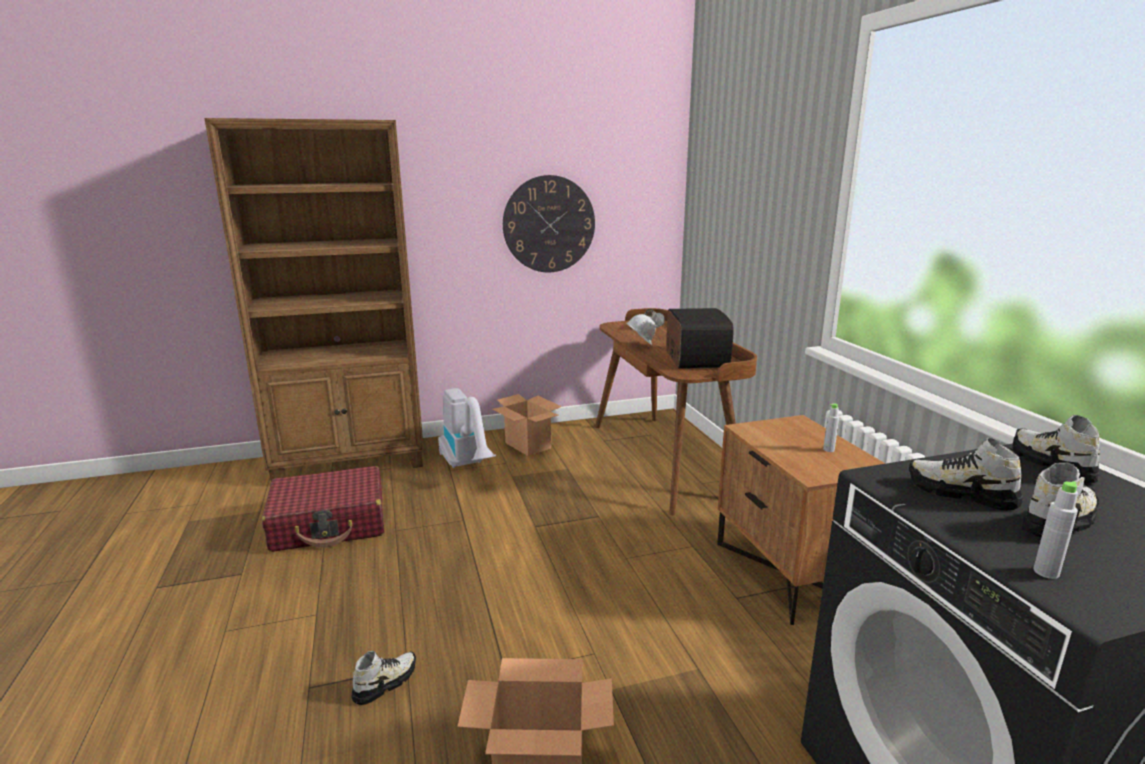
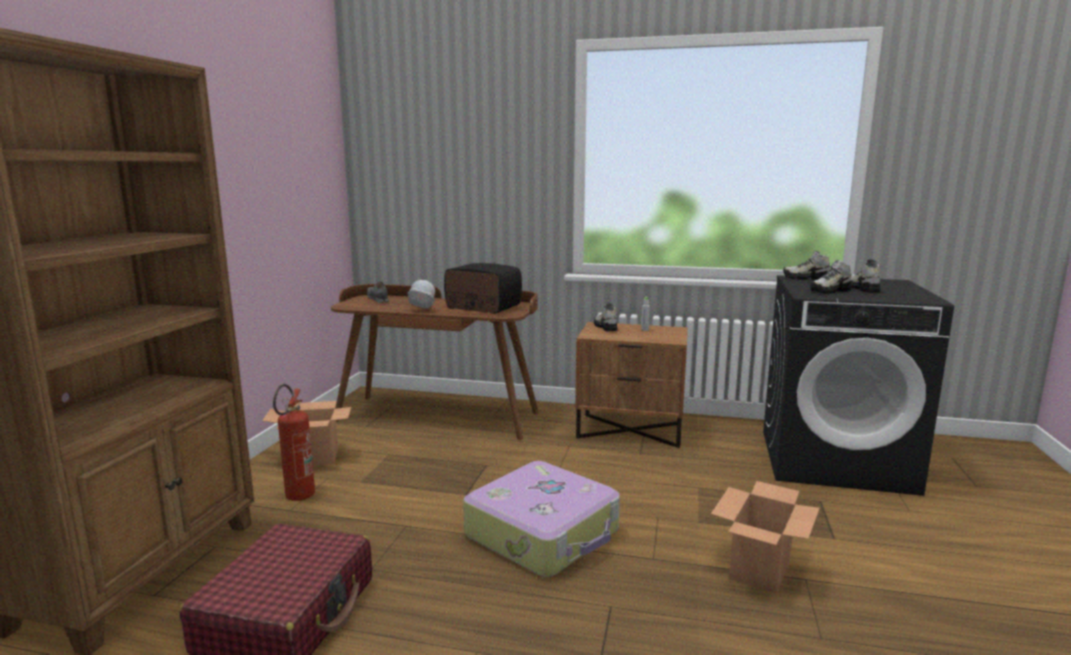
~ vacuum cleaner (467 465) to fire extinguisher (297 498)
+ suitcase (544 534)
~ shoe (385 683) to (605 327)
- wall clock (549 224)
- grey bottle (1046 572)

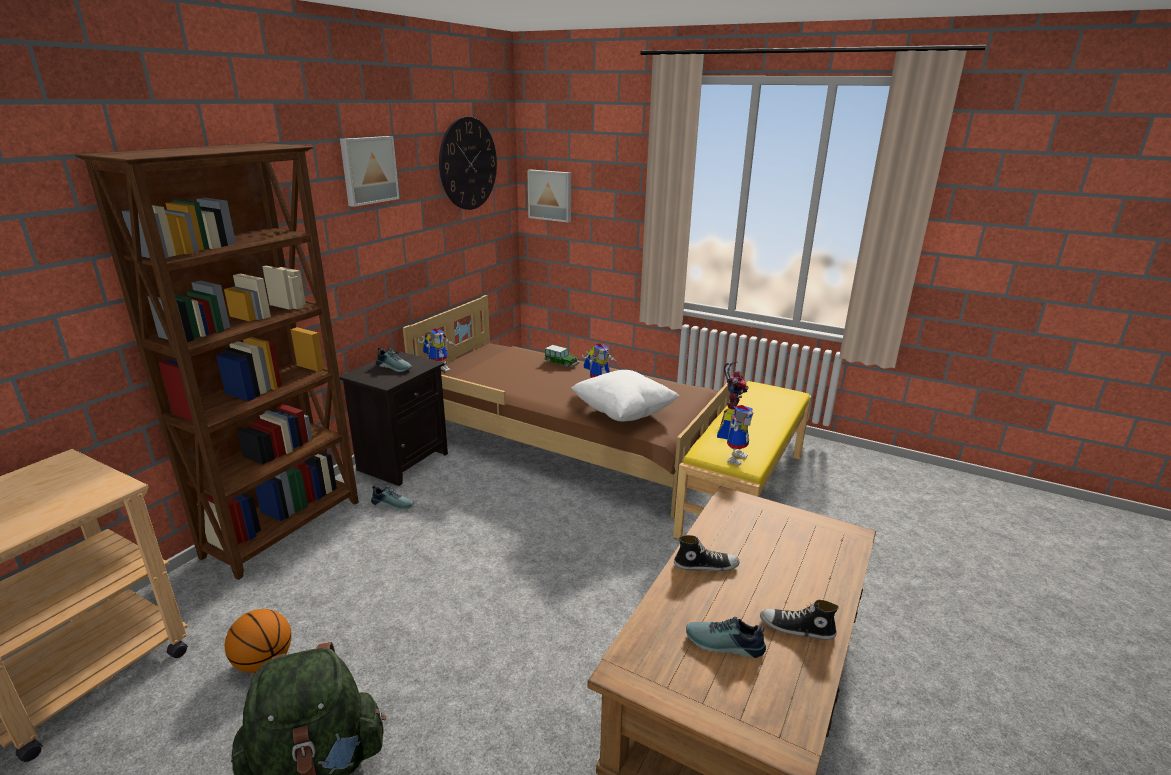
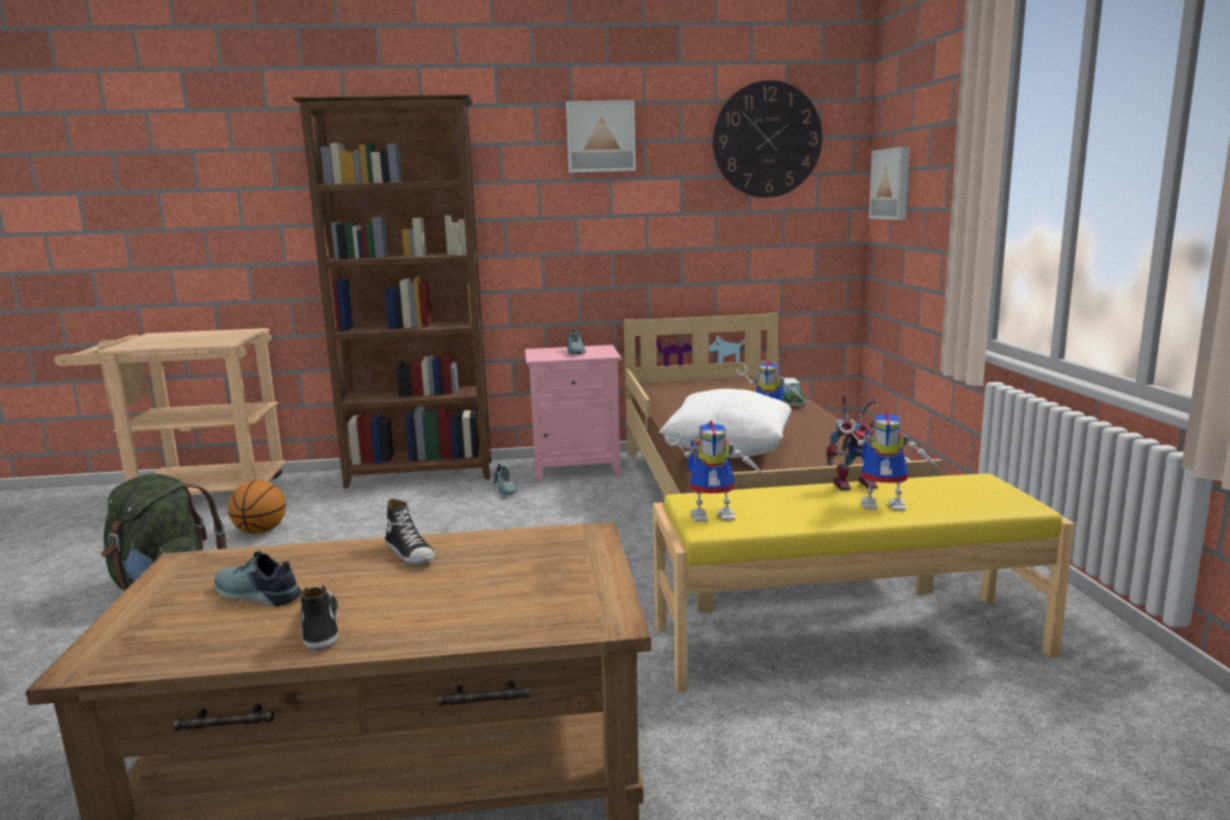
~ shoe (724 645) = (256 595) 45 degrees counterclockwise
~ black nightstand (403 461) to pink nightstand (577 467)
~ toy robot (440 369) to (886 504)

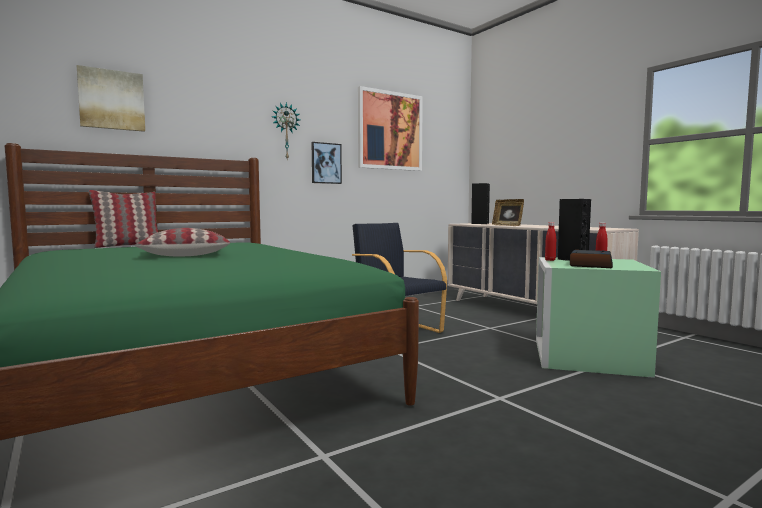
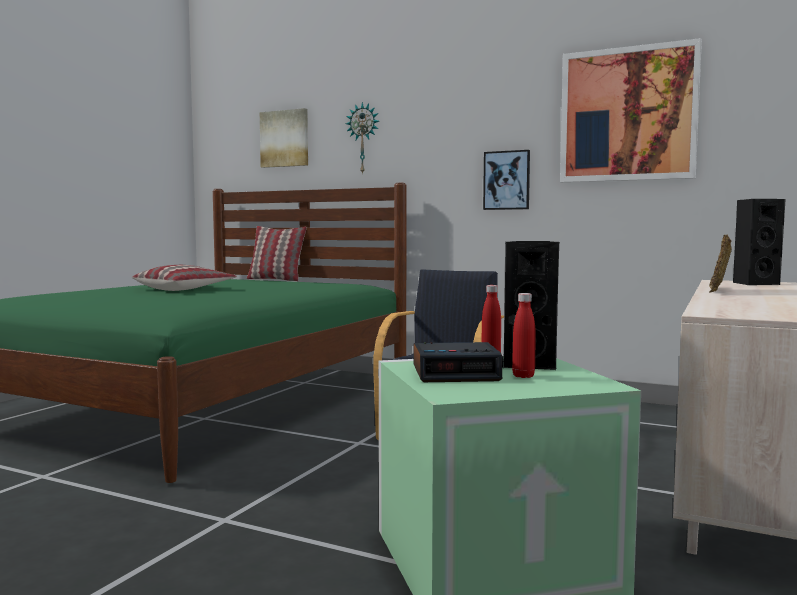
~ wall clock (285 131) to (363 138)

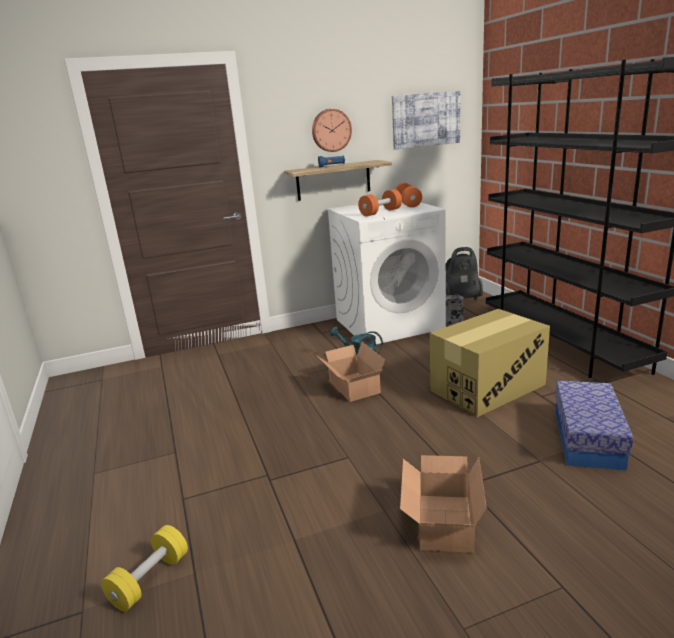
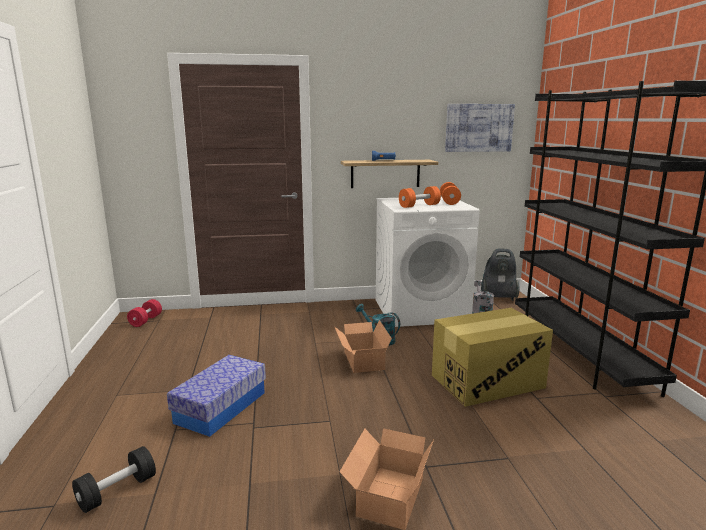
~ yellow dumbbell (150 580) to black dumbbell (117 491)
+ red dumbbell (146 321)
~ storage box (587 438) to (221 407)
- wall clock (331 130)

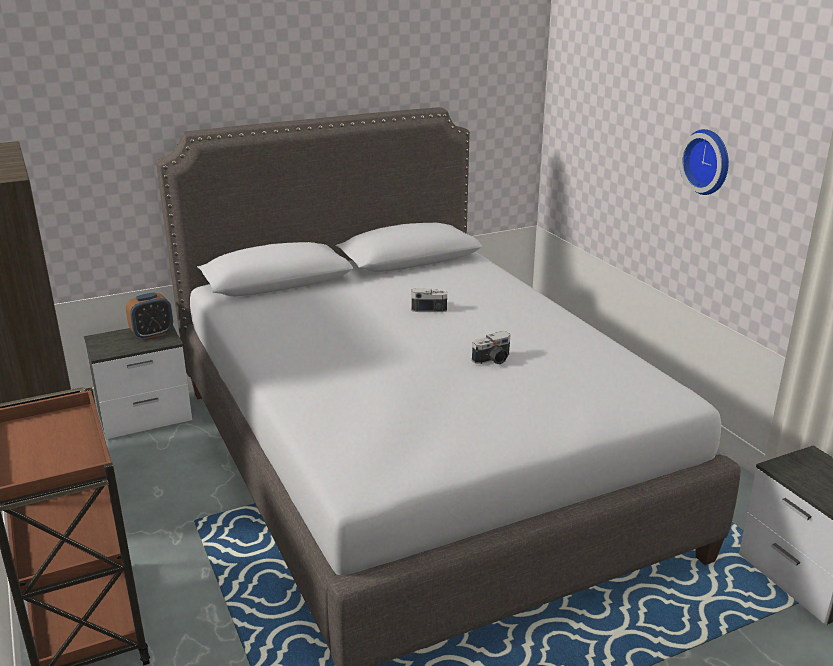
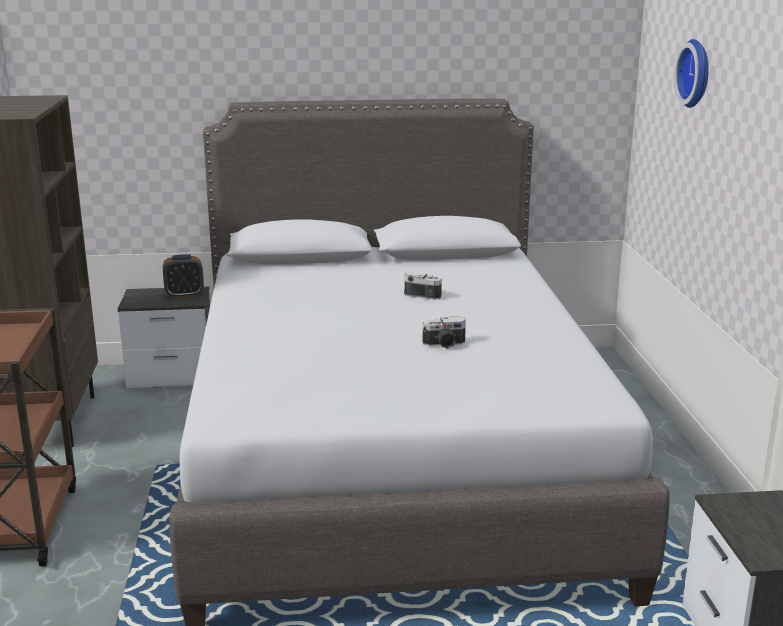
~ wall clock (708 161) to (697 73)

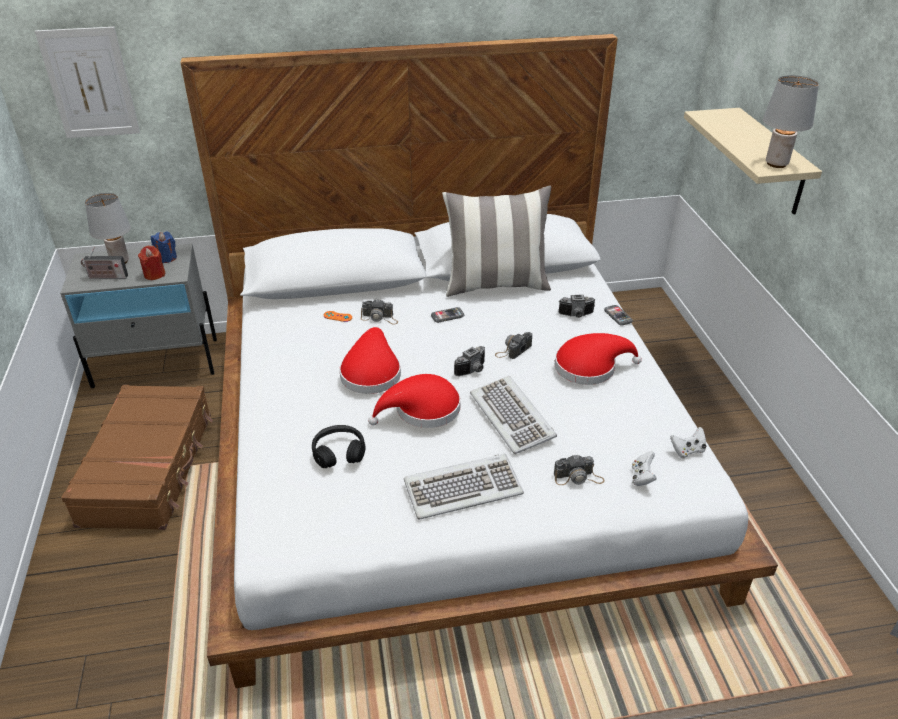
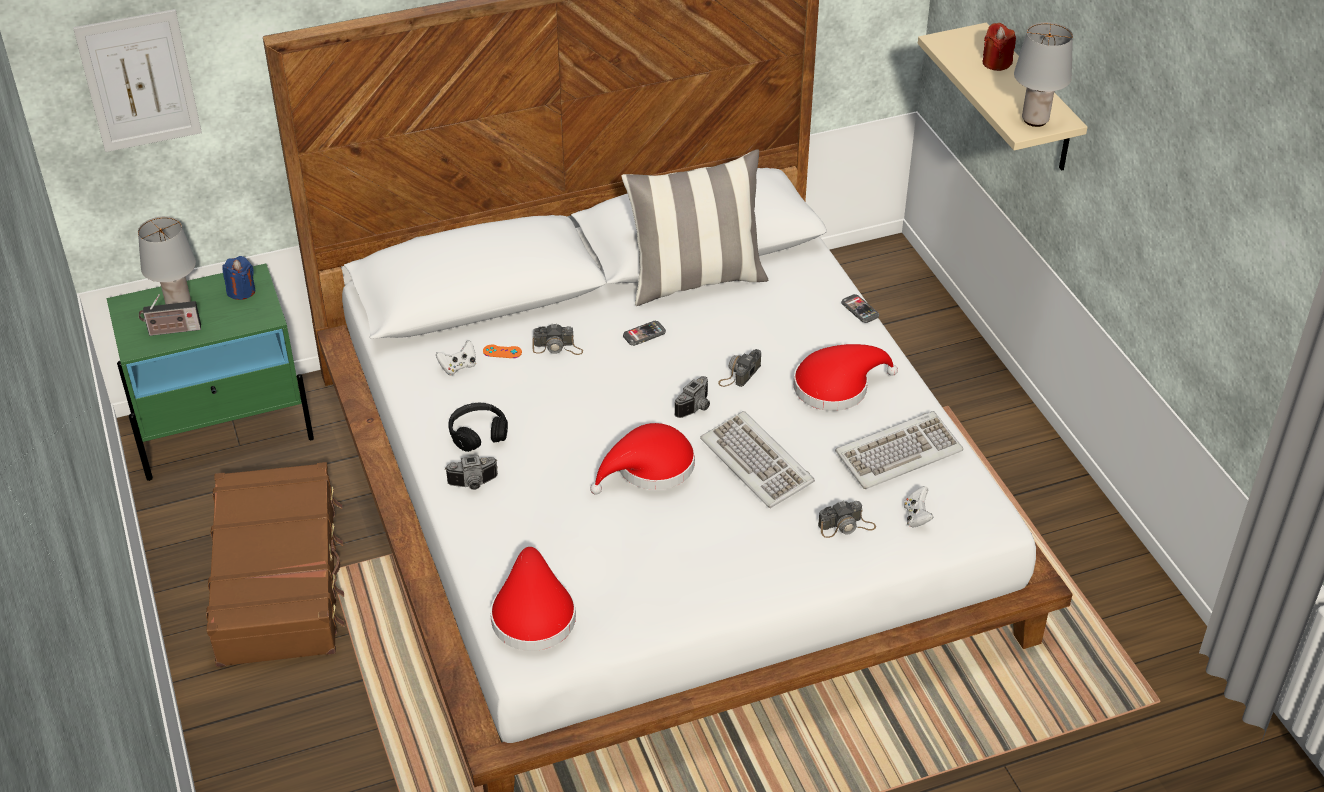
~ grey nightstand (157 362) to green nightstand (225 432)
~ white game controller (687 450) to (458 367)
~ photo camera (576 315) to (473 484)
~ black headphones (339 452) to (478 433)
~ red hat (371 372) to (532 613)
~ keyboard (463 488) to (898 453)
~ red candle (154 274) to (996 63)

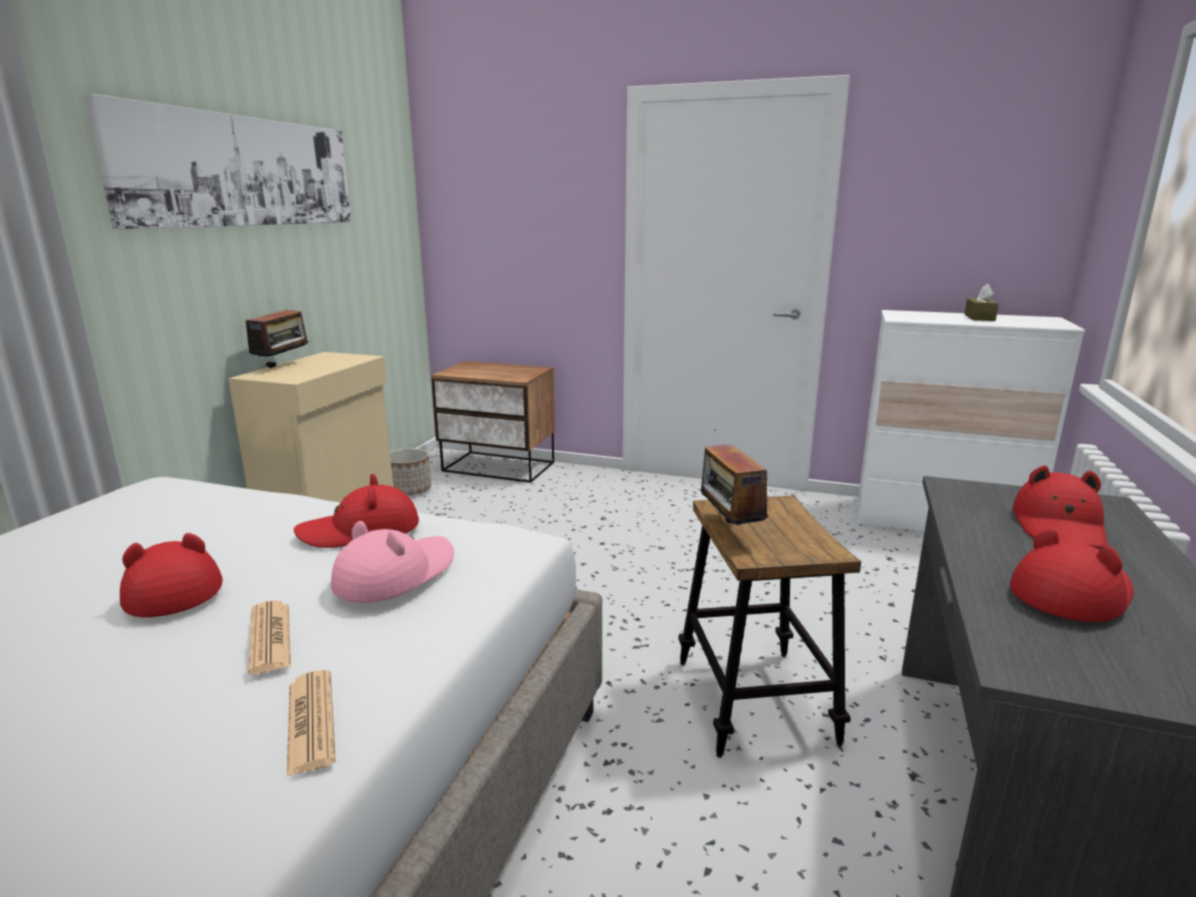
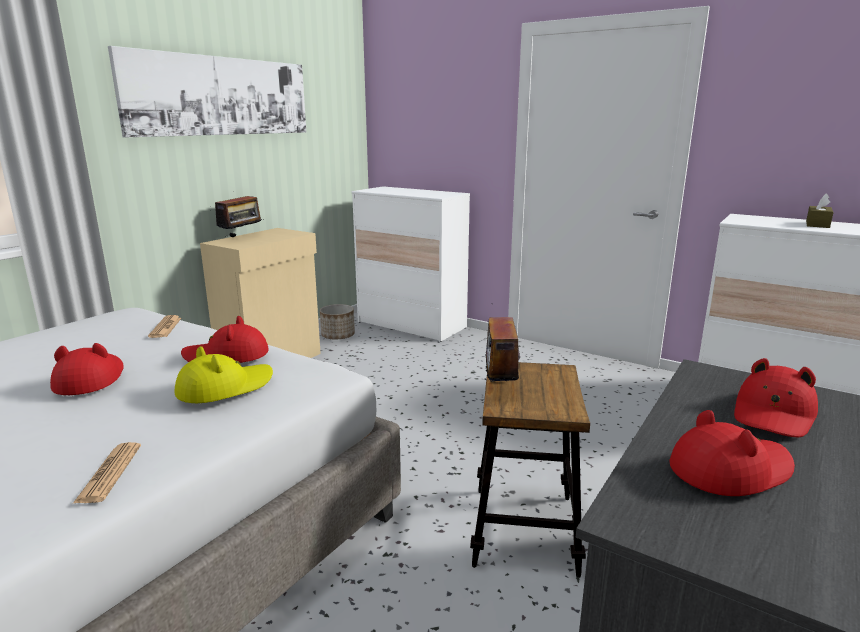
~ newspaper (270 637) to (165 327)
~ pink hat (395 574) to yellow hat (225 387)
~ nightstand (499 467) to white dresser (411 325)

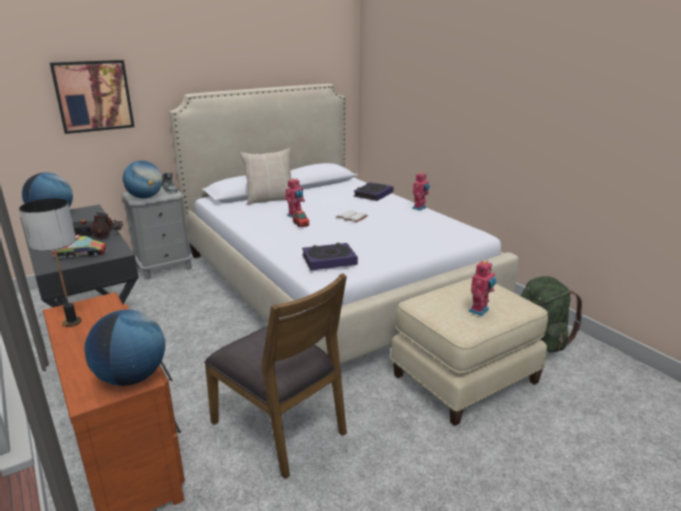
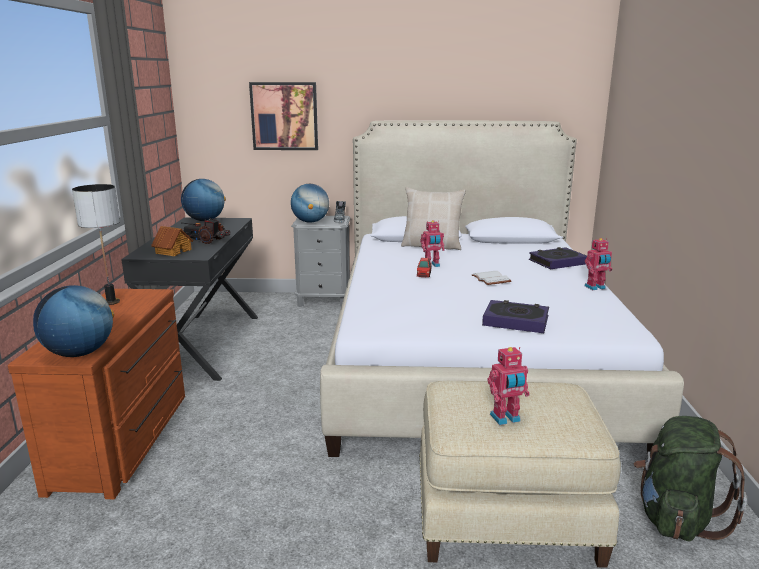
~ toy truck (80 254) to toy house (173 251)
~ book (329 260) to (515 321)
- brown chair (280 426)

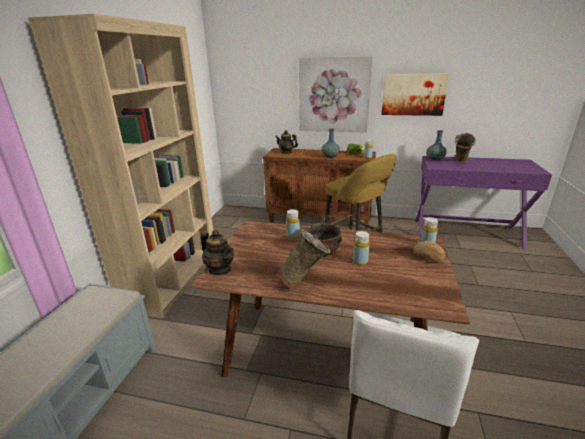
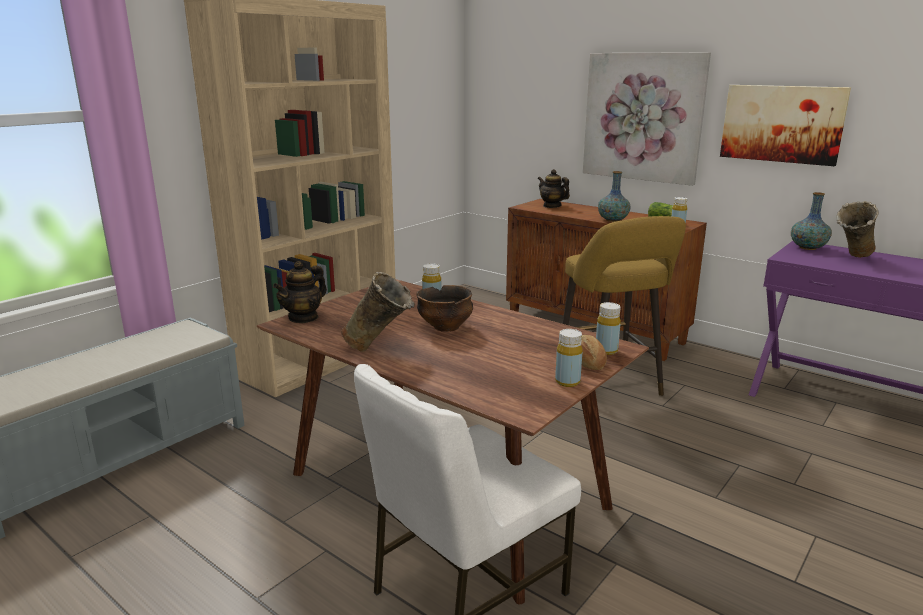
~ teapot (220 269) = (303 318) 60 degrees clockwise
~ yellow bottle (360 261) to (567 382)

